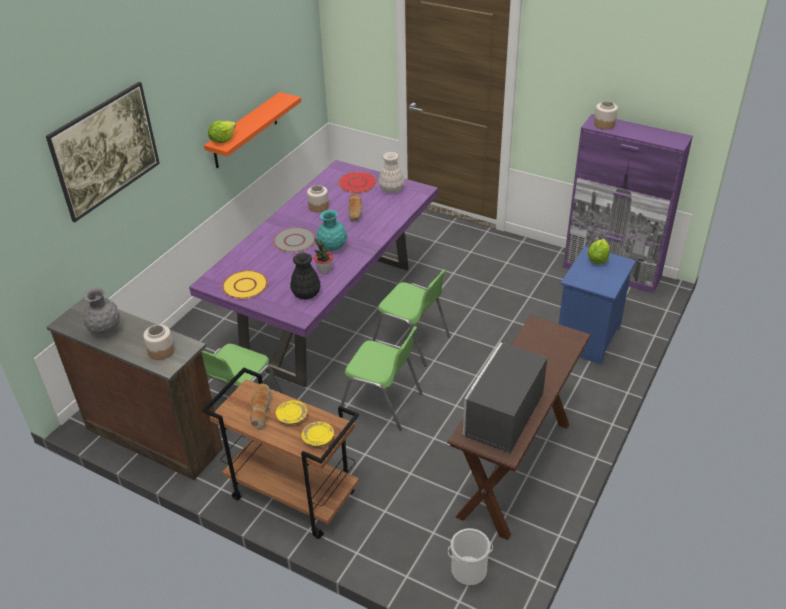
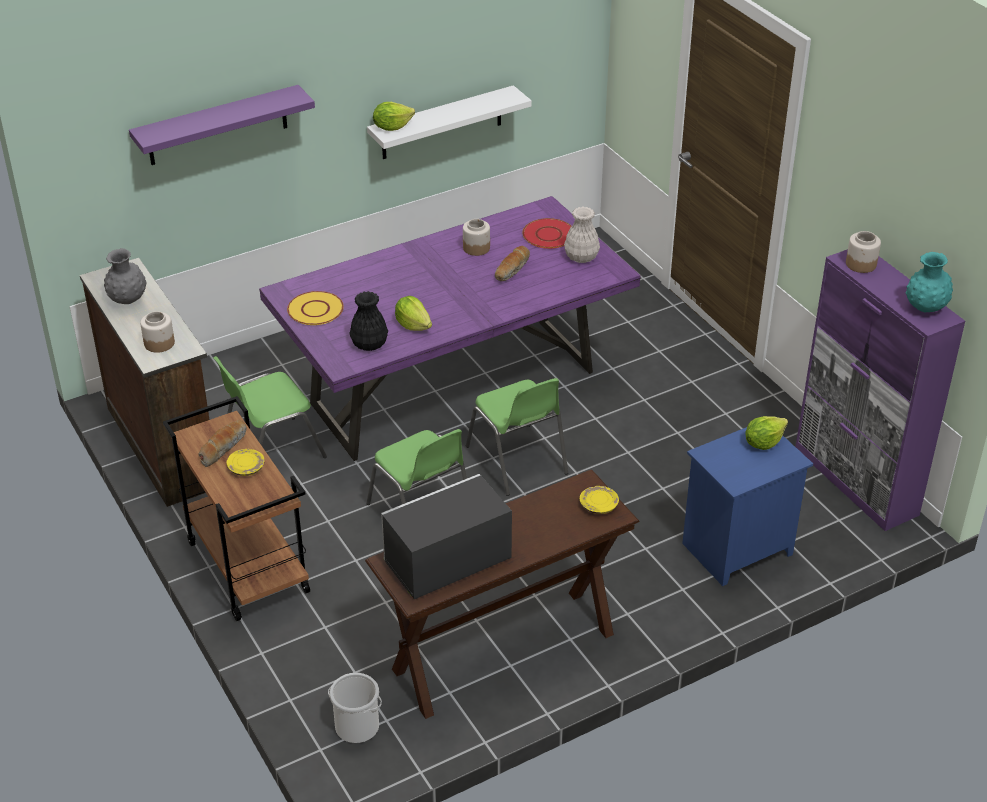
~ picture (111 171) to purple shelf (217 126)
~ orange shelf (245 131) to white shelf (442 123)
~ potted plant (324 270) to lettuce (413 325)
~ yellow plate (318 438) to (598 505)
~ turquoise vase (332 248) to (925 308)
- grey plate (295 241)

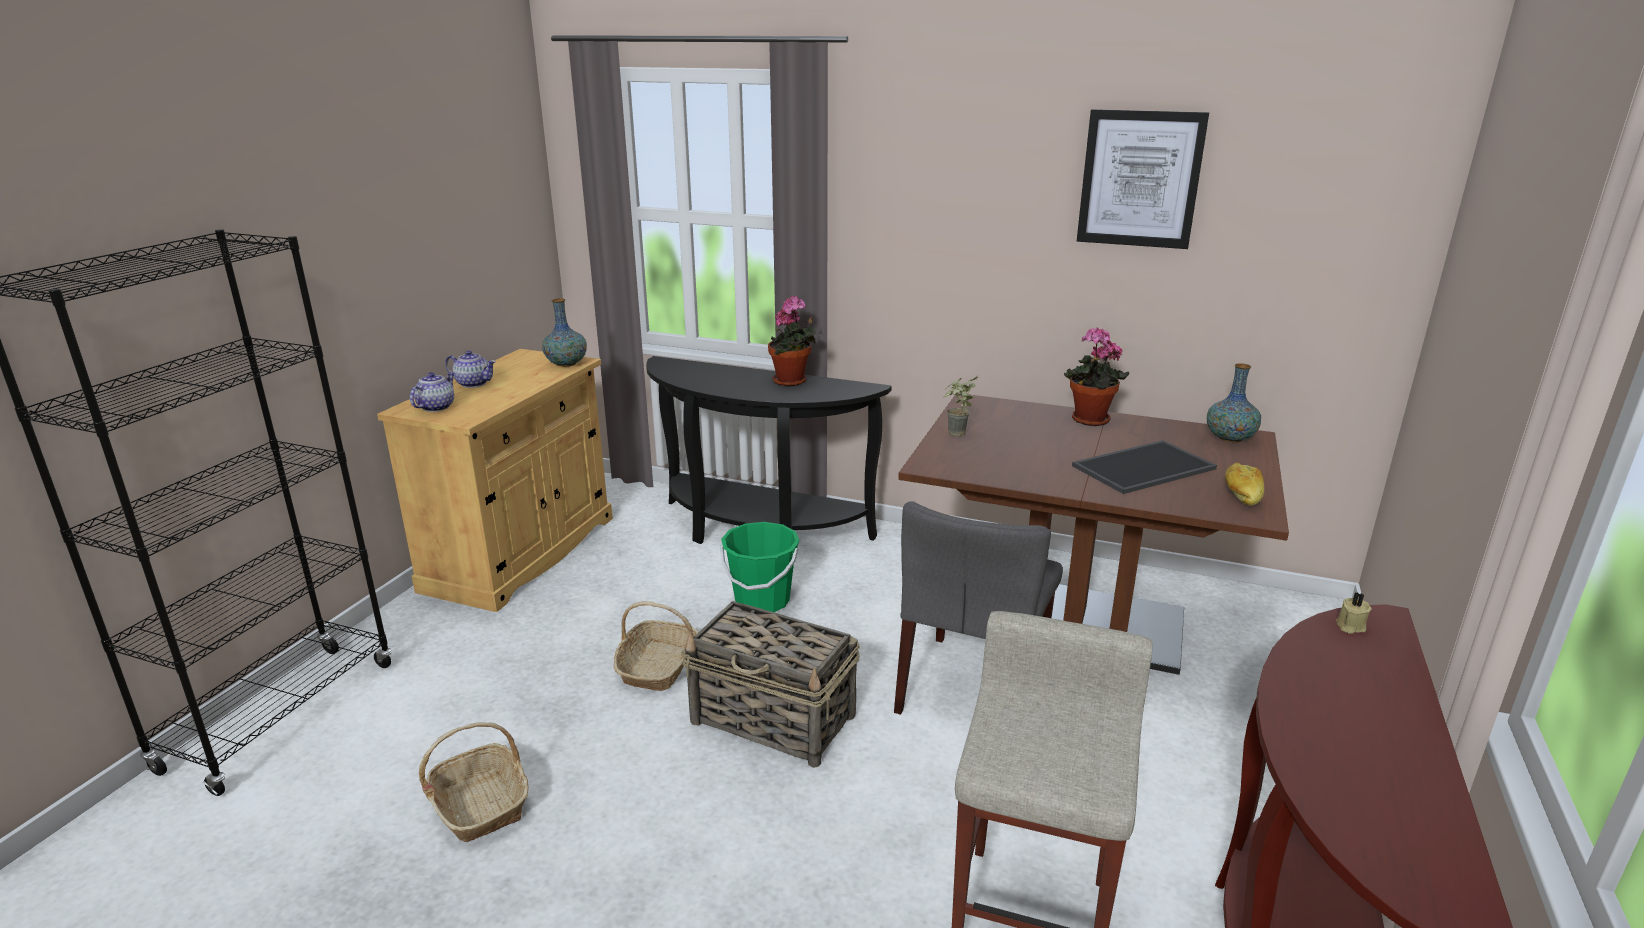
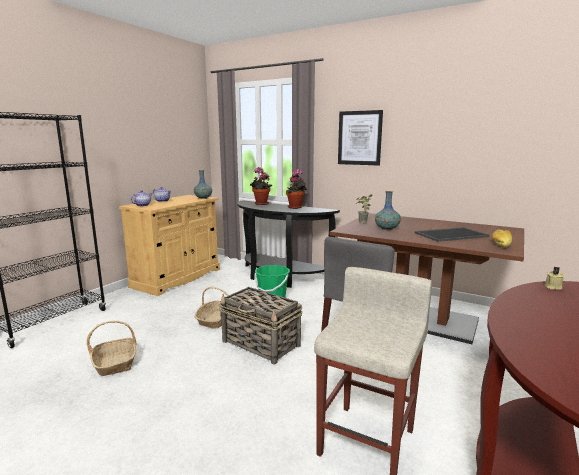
~ potted plant (1088 421) to (260 204)
~ picture (1140 179) to (359 138)
~ vase (1230 438) to (387 229)

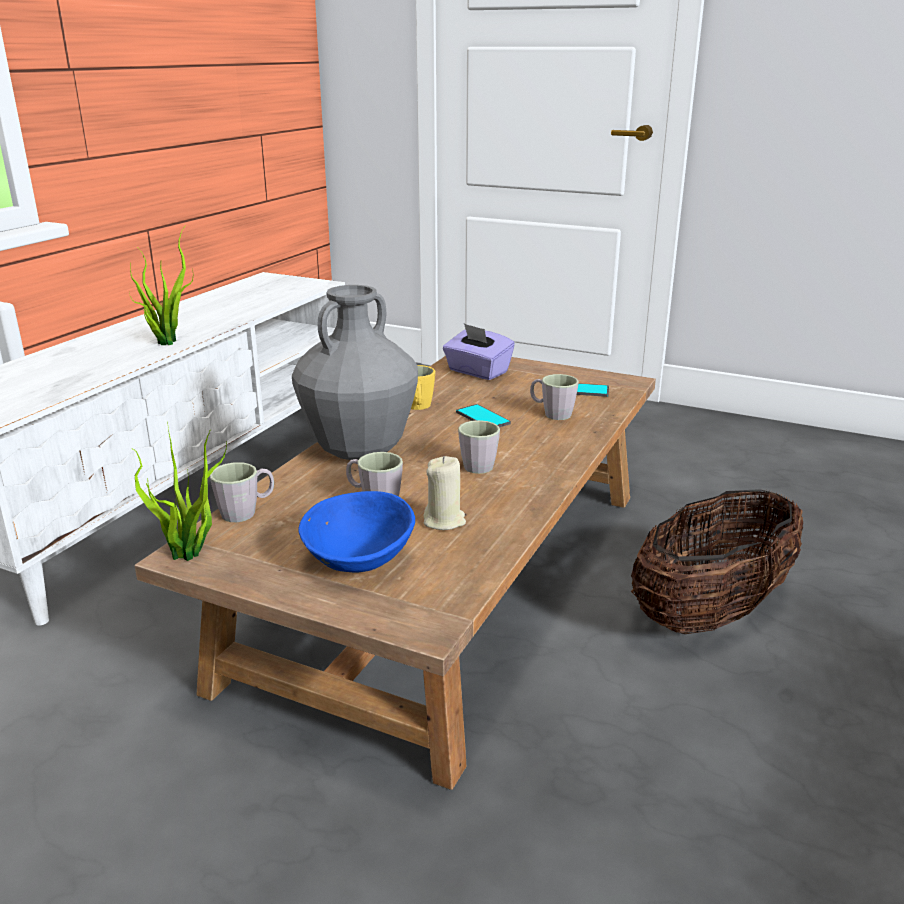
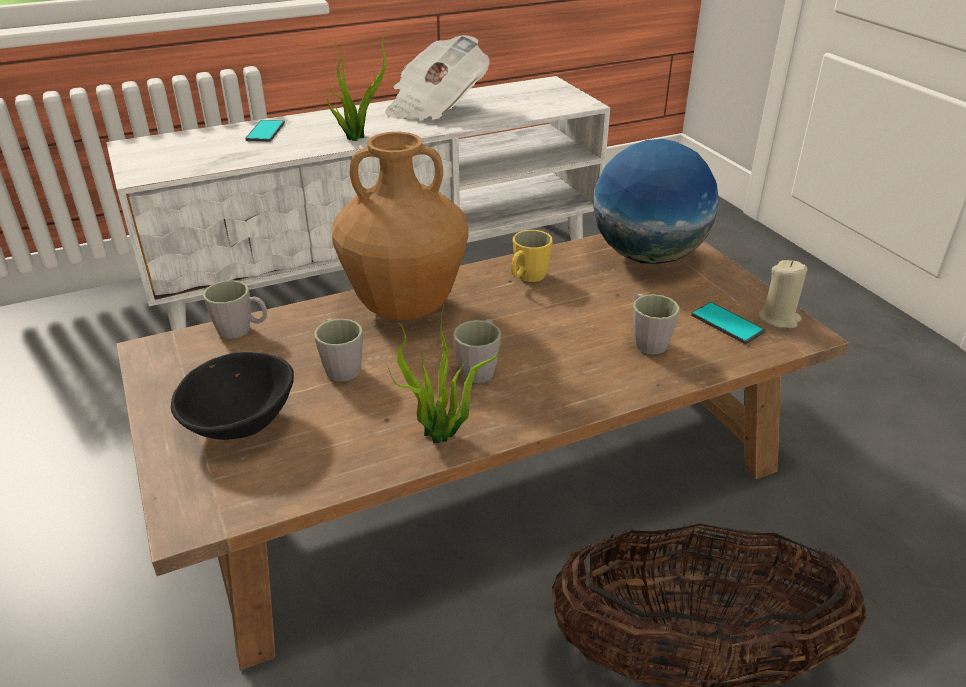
~ blue bowl (360 561) to black bowl (241 424)
~ phone (482 418) to (265 131)
~ grey vase (360 451) to brown vase (406 307)
+ newspaper (435 107)
~ potted plant (190 554) to (442 436)
~ purple tissue box (477 372) to globe (648 256)
~ beige candle (444 521) to (779 318)

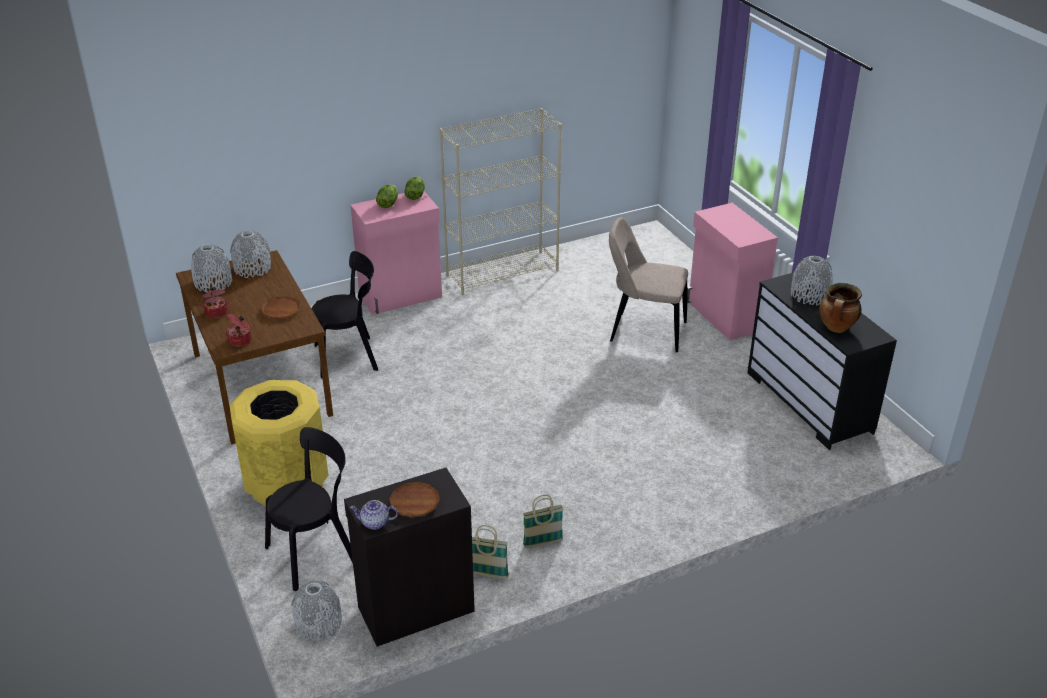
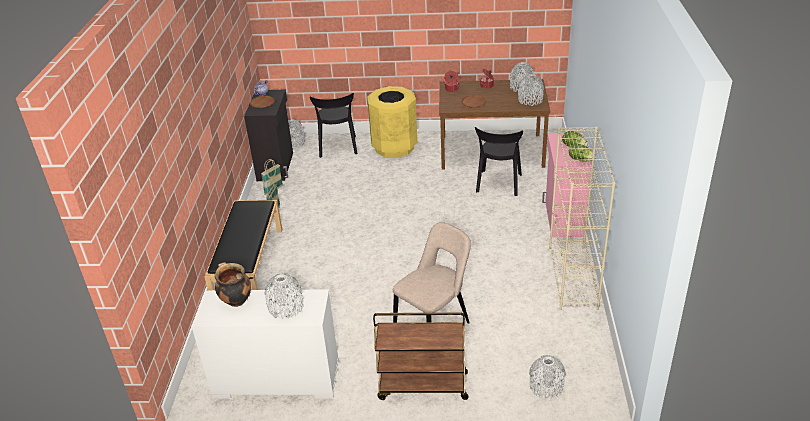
~ black dresser (809 402) to white dresser (276 380)
+ black bench (249 266)
~ pink cabinet (724 316) to brown cart (422 386)
+ grey vase (546 386)

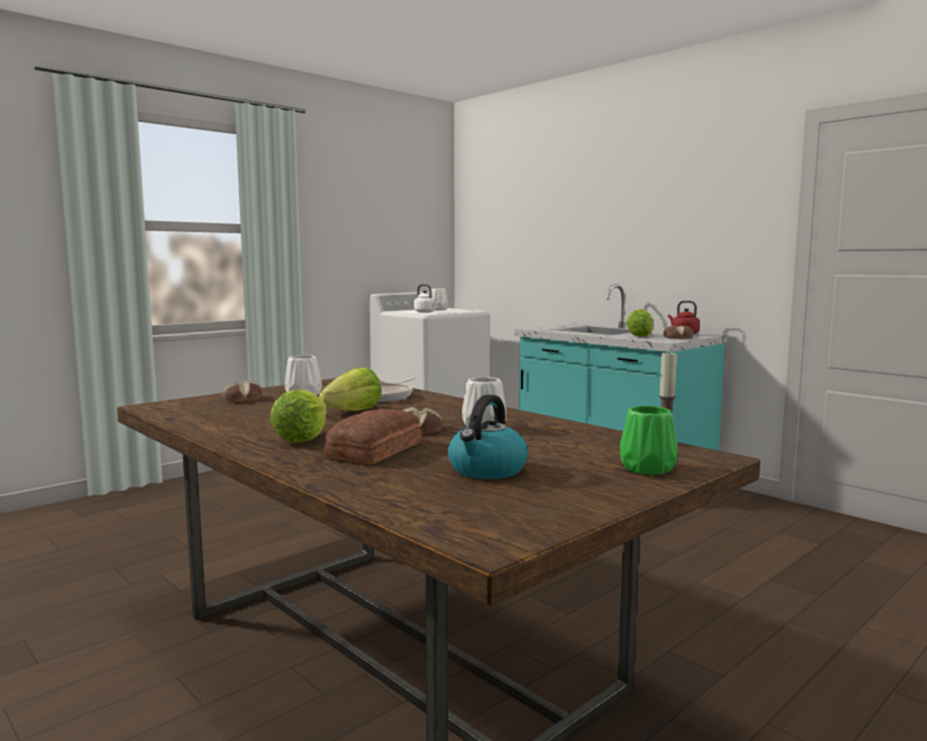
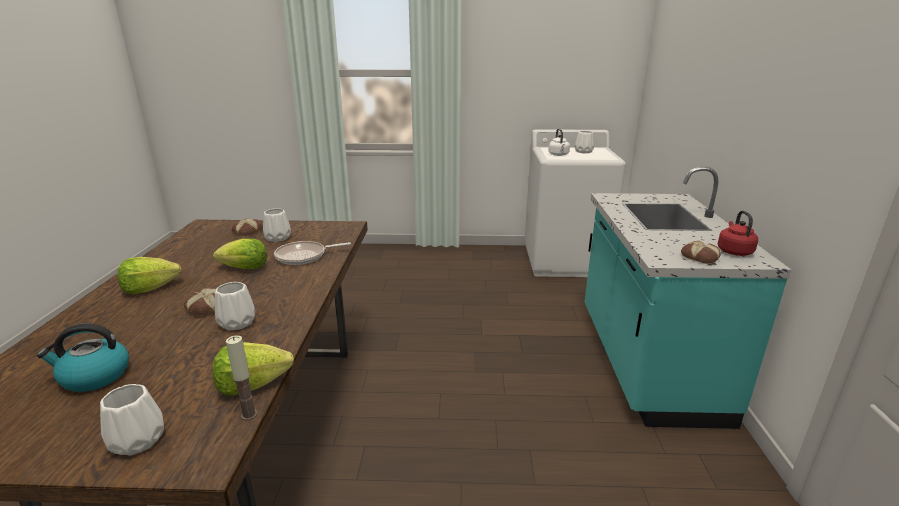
~ green vase (645 468) to white vase (137 439)
~ lettuce (640 336) to (252 384)
- bread (377 450)

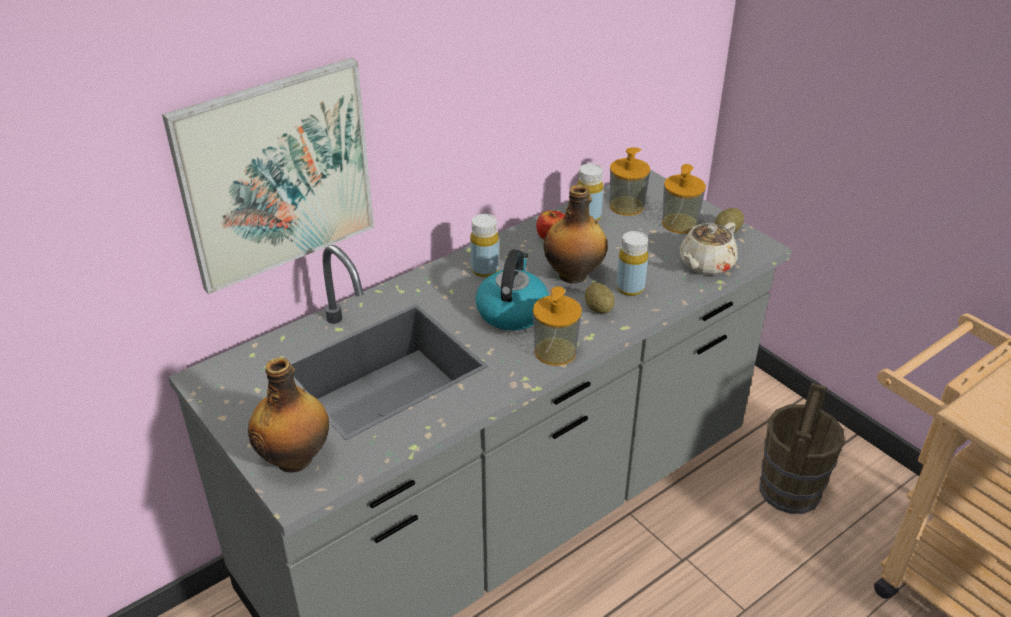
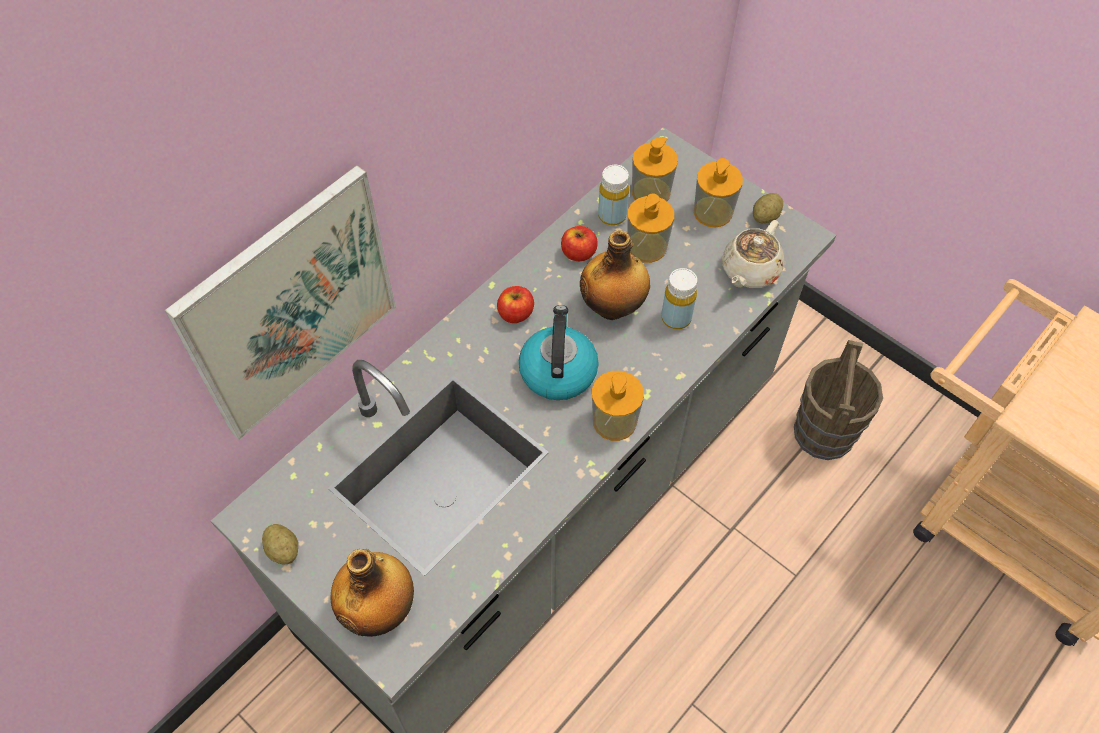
~ potato (598 308) to (283 550)
~ yellow bottle (485 270) to apple (515 313)
+ soap dispenser (646 246)

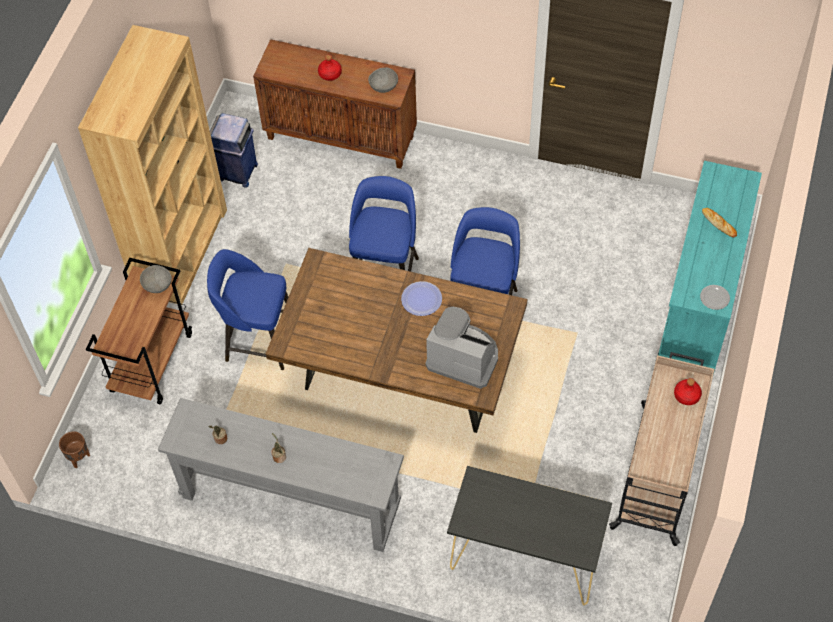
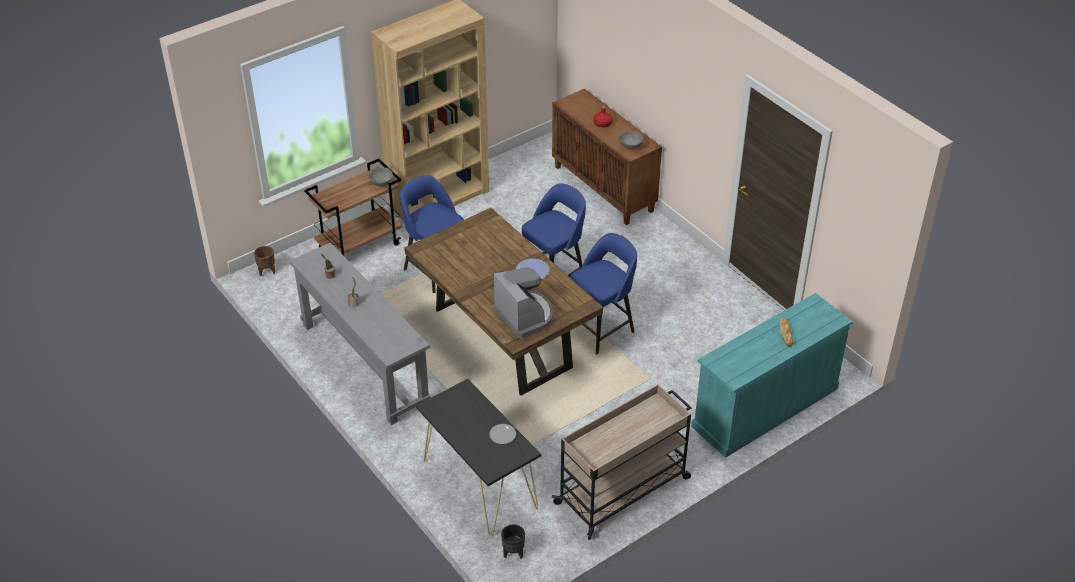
~ plate (715 298) to (502 435)
+ black planter (513 553)
- blue trash can (237 172)
- red bottle (686 396)

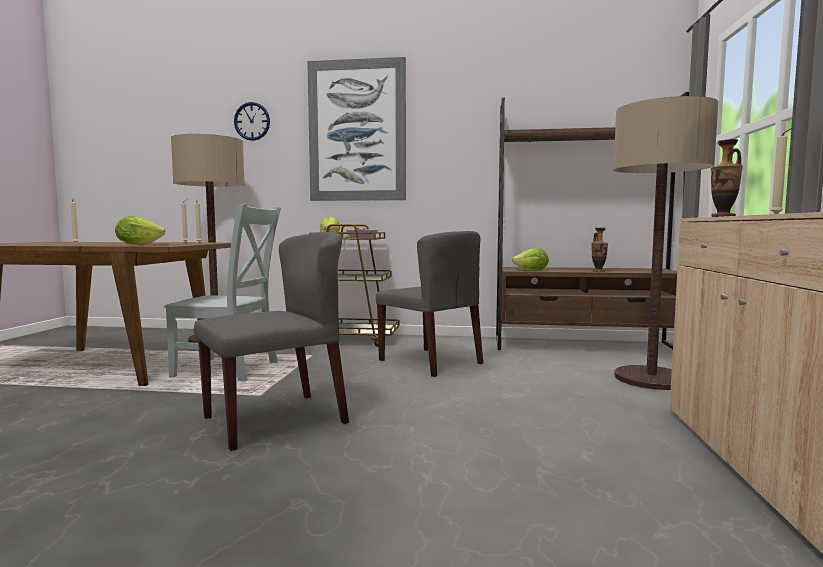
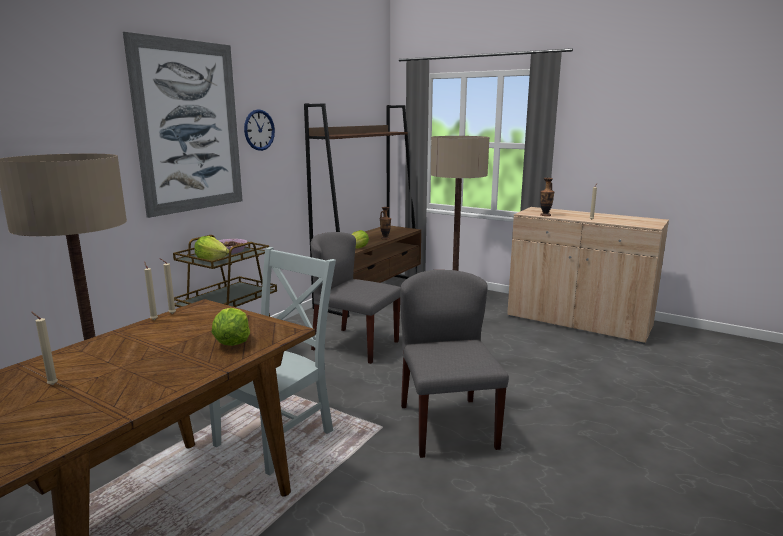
~ wall clock (252 121) to (259 130)
~ grey chair (431 362) = (355 345) 135 degrees counterclockwise

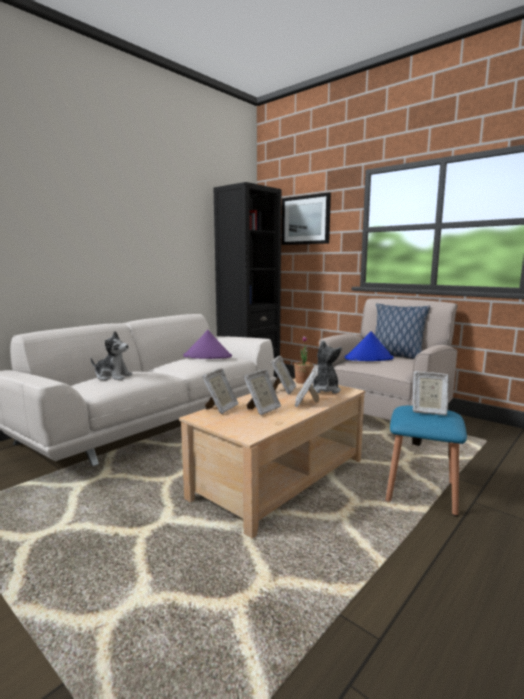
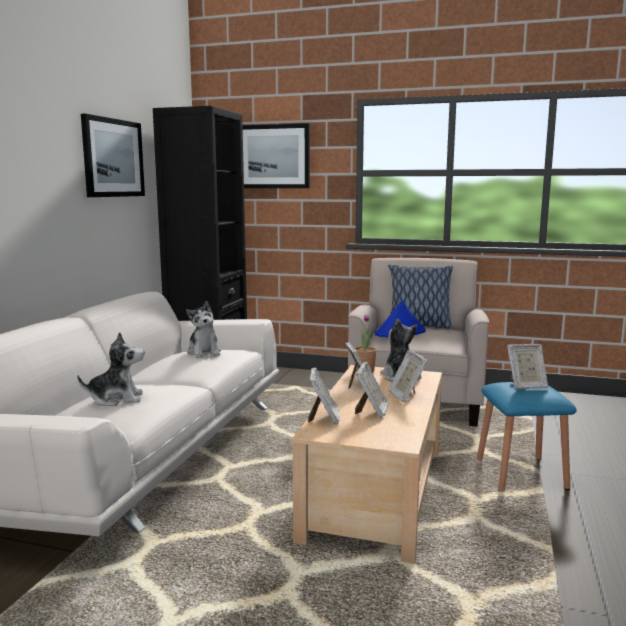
+ picture (113 158)
~ purple hat (207 356) to plush toy (204 352)

